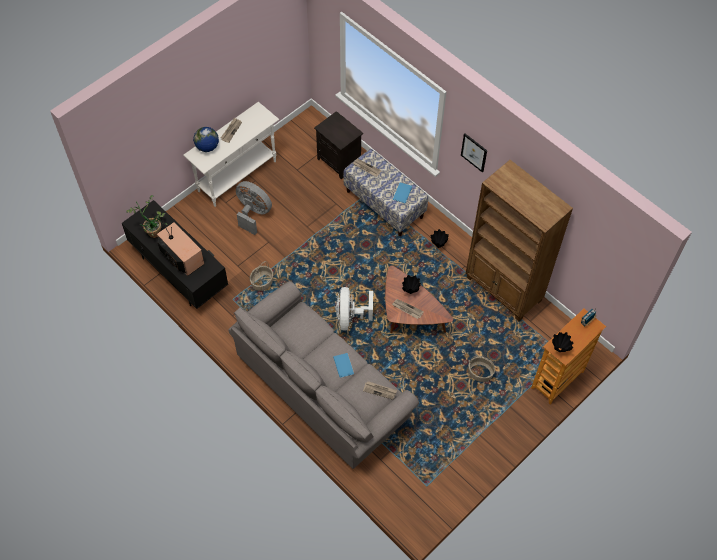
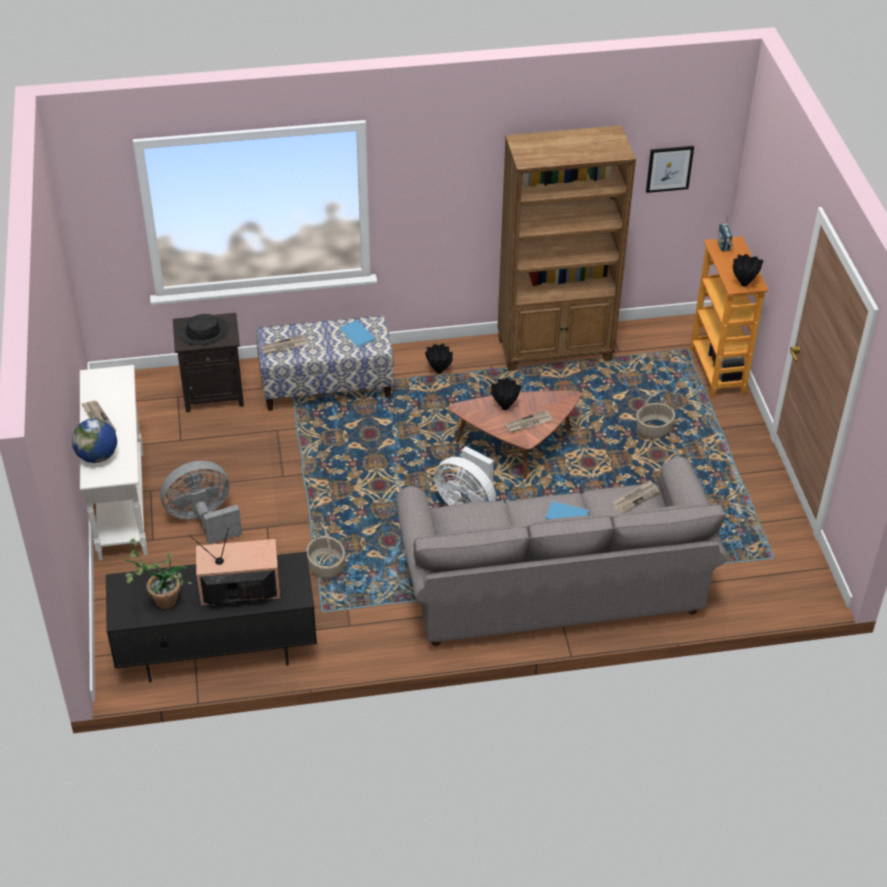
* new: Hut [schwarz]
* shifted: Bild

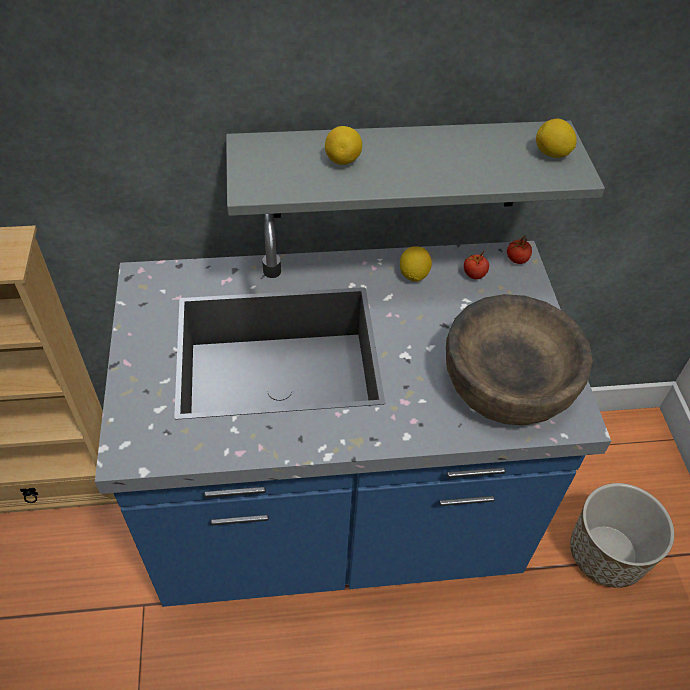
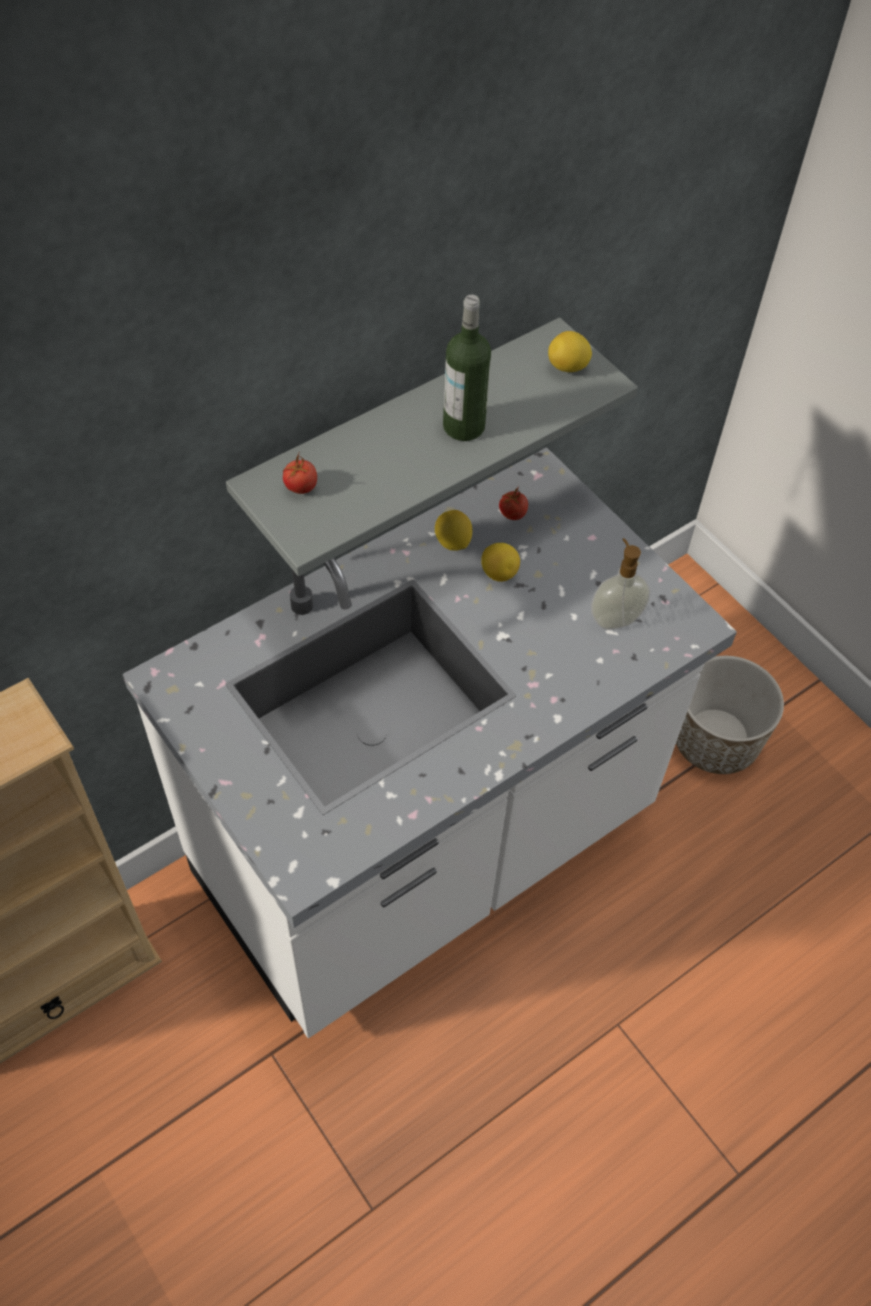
* repainted: Küchenzeile [blau] to Küchenzeile [weiß]
* shifted: Tomate (no. 2 from left in the first image) to Tomate (no. 1 from left)
* new: Flasche
* shifted: Zitrone (no. 1 from left in the first image) to Zitrone (no. 2 from left)
* swapped: Schüssel [braun] to Seifenspender

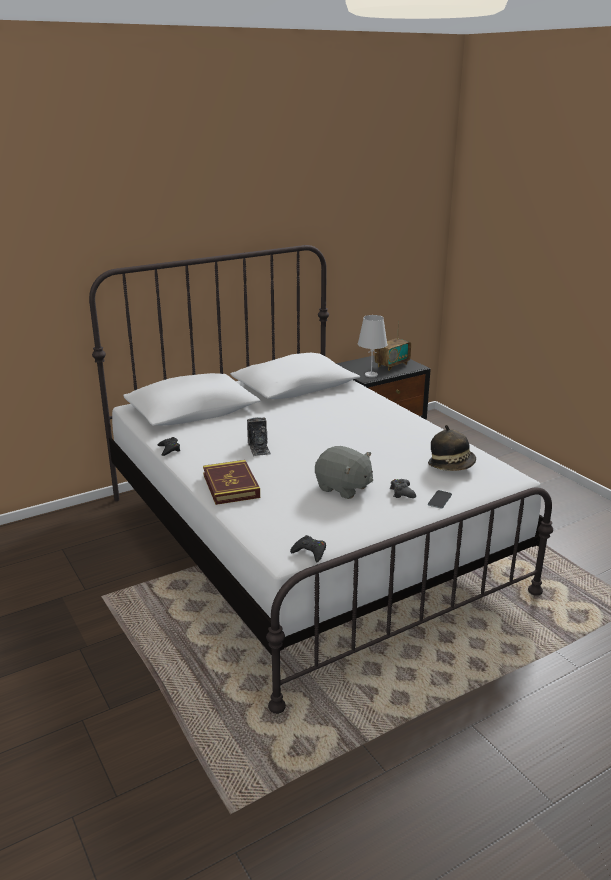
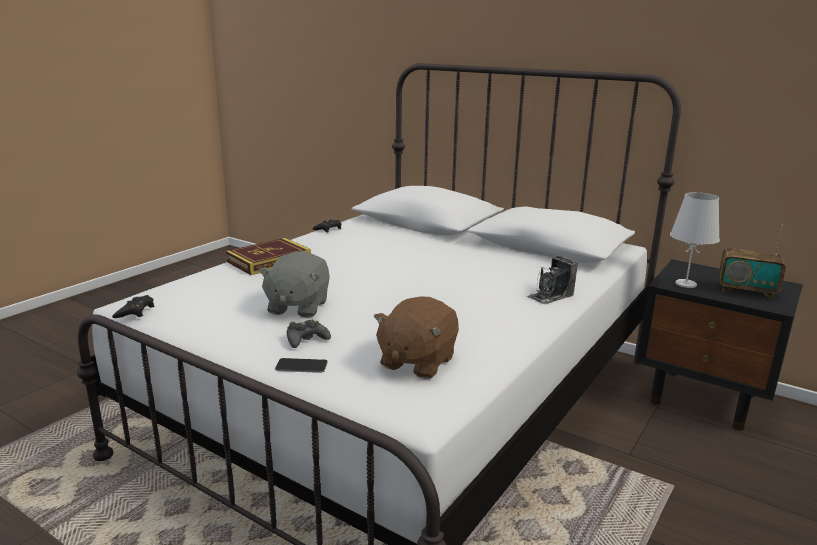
* swapped: Hut to Plüschtier [braun]
* shifted: Kamera

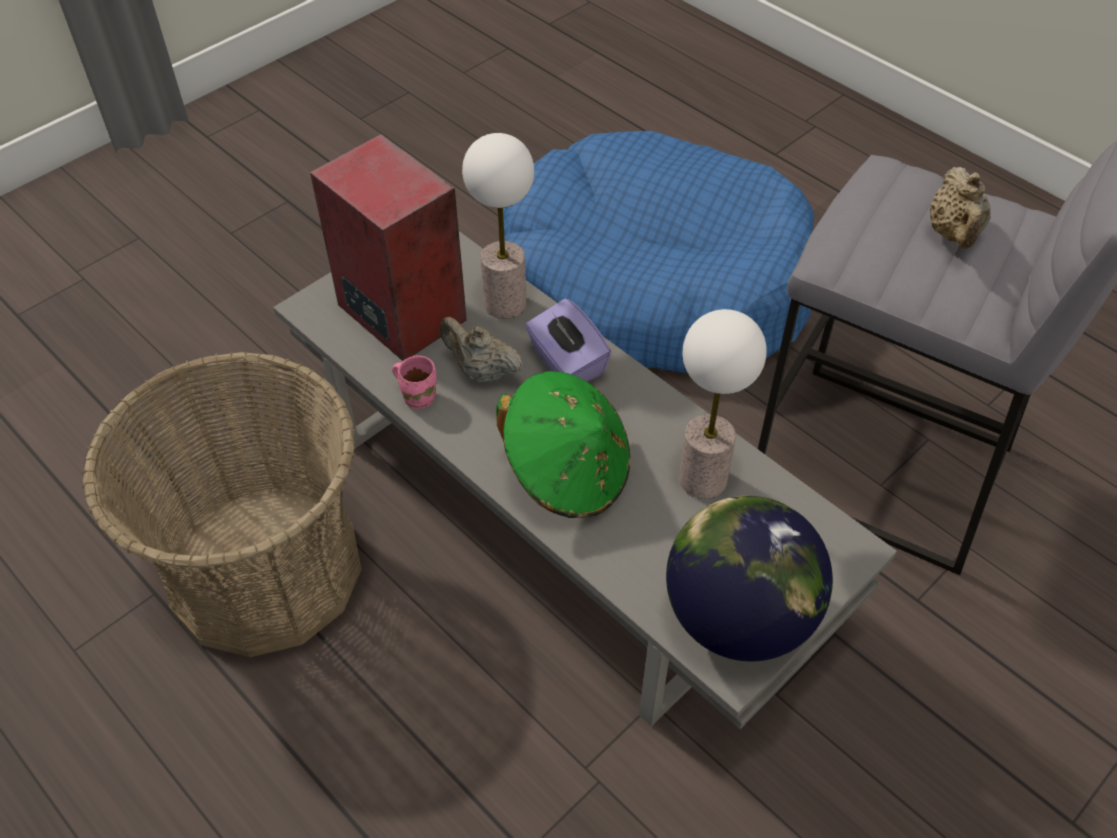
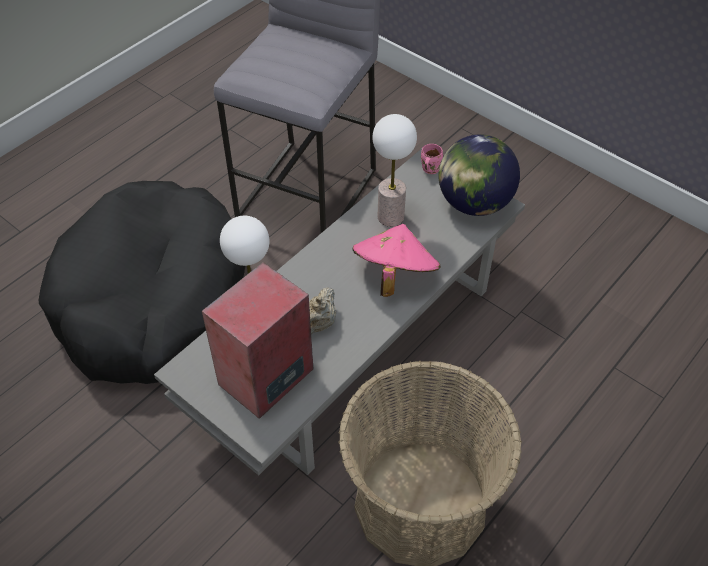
* repainted: Hundebett [blau] to Hundebett [schwarz]
* repainted: Hut [grün] to Hut [rosa]
* shifted: Henkelbecher [rosa]
* gone: Taschentuchbox [lila]
* gone: Teekanne [beige] (no. 2 from left)

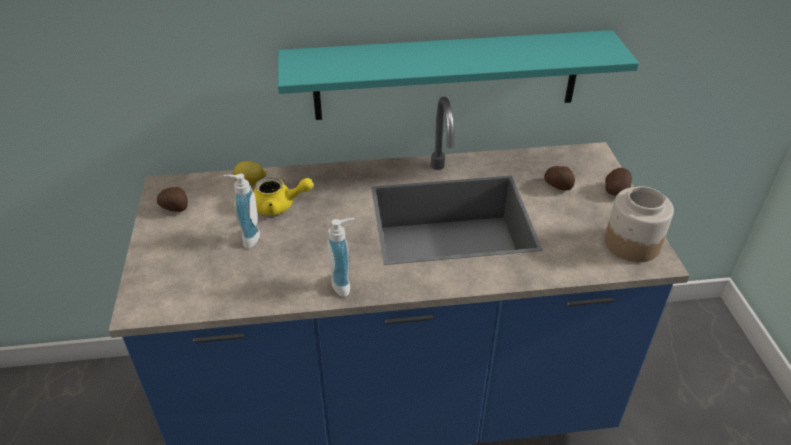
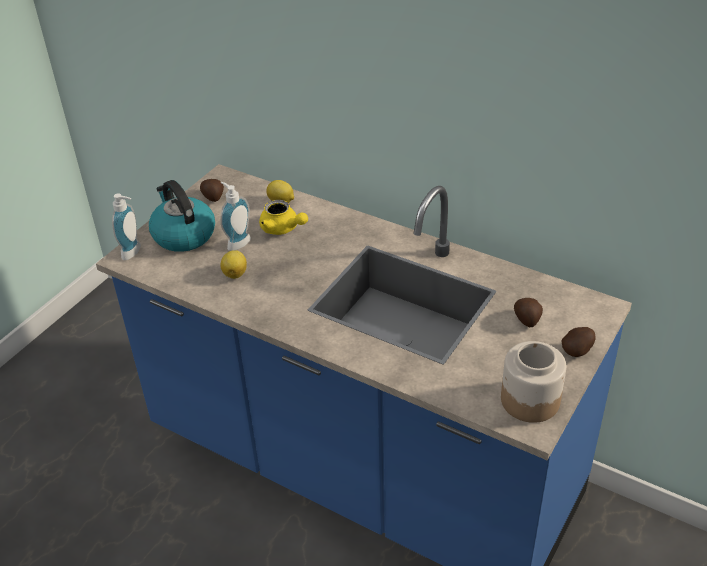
* shifted: Seifenspender (no. 2 from left in the first image) to Seifenspender (no. 1 from left)
* new: Wasserkessel
* new: Zitrone (no. 1 from left)
* gone: Wandregal [türkis]

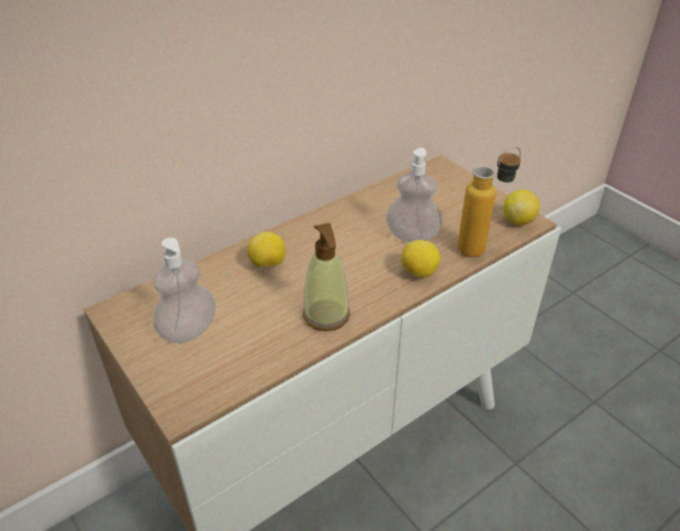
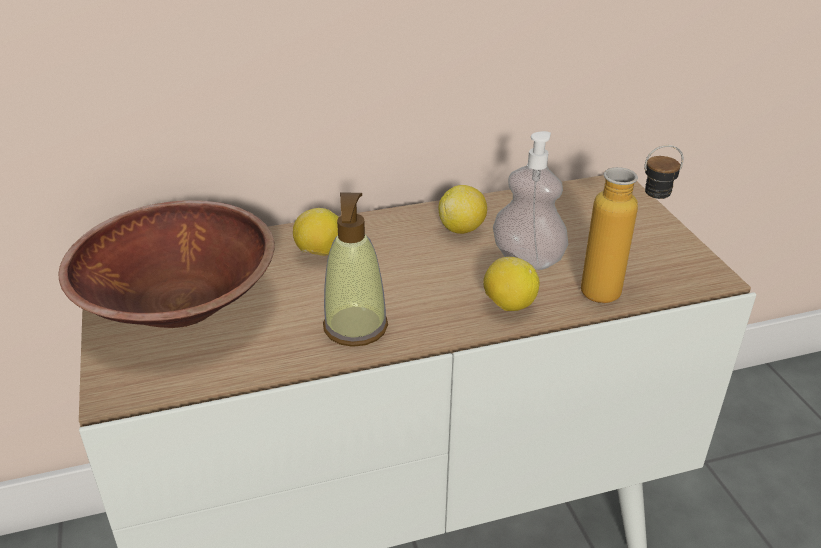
* swapped: Seifenspender (no. 1 from left) to Schüssel [braun]
* shifted: Zitrone (no. 3 from left in the first image) to Zitrone (no. 2 from left)

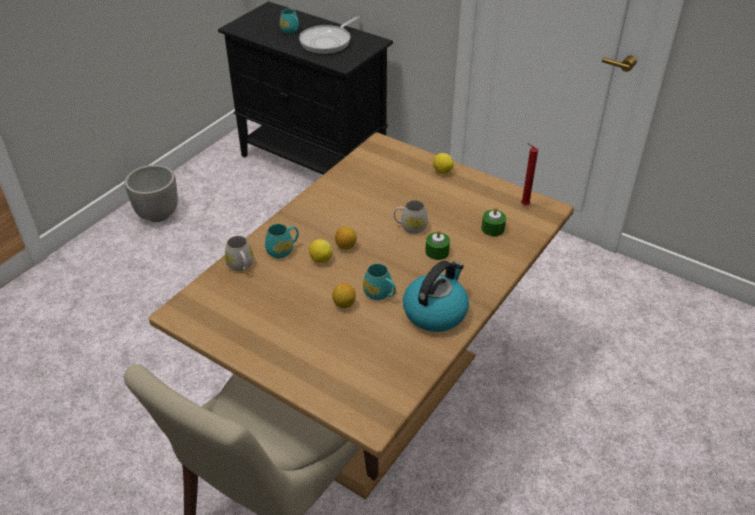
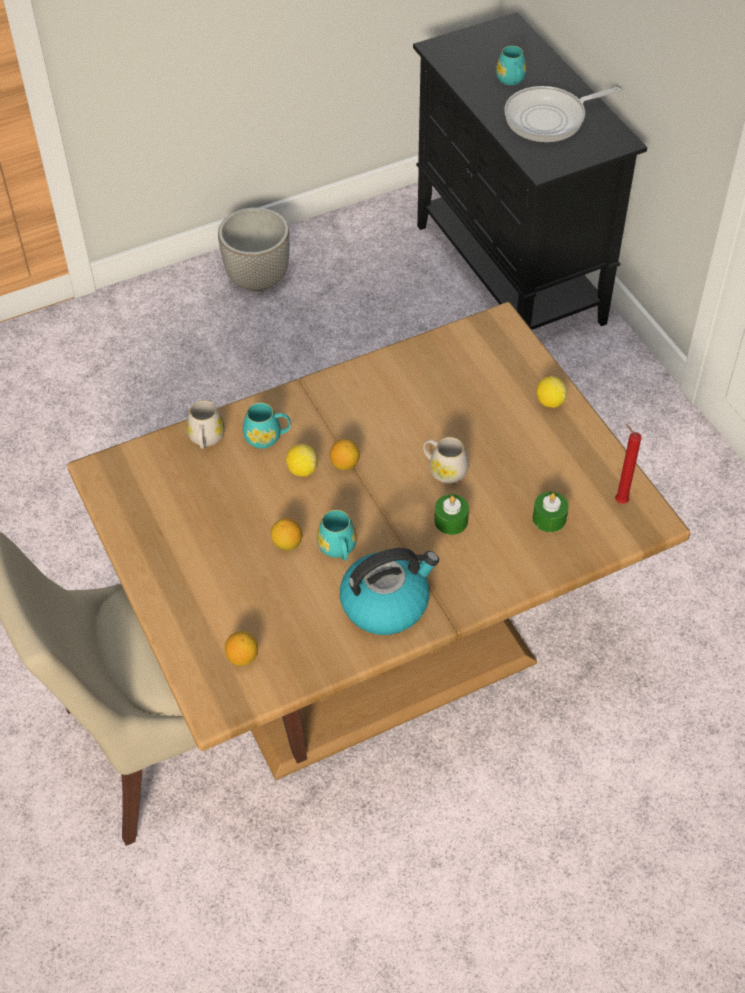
* new: Zitrone (no. 1 from left)

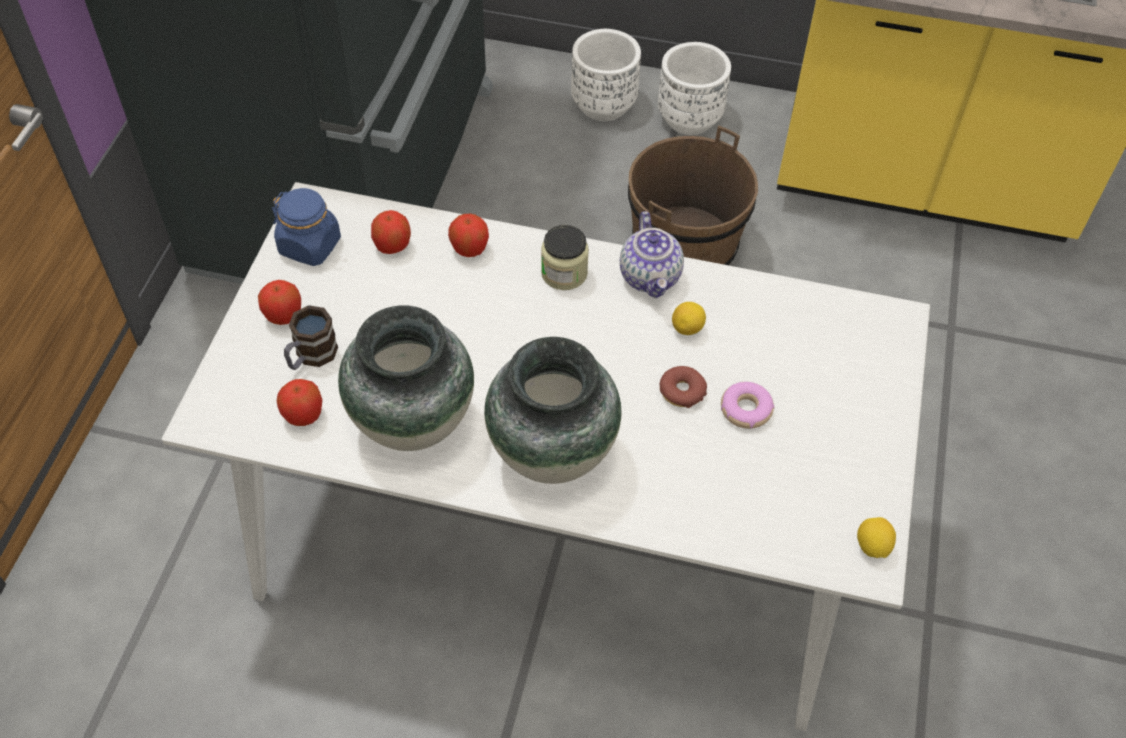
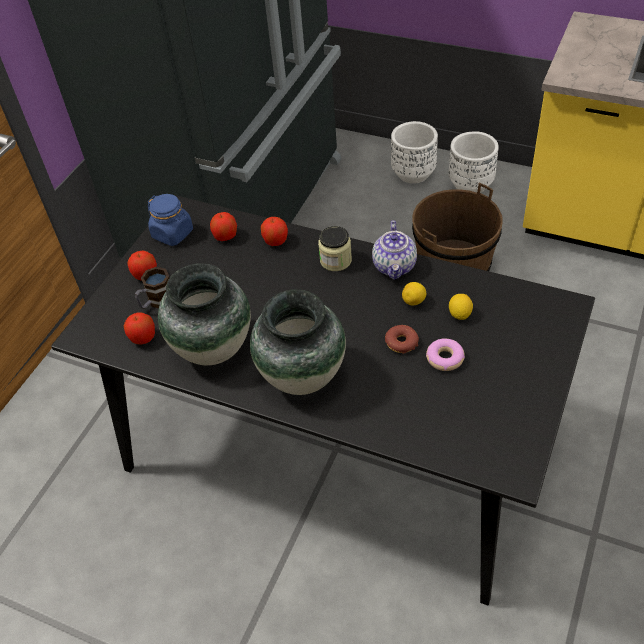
* repainted: Esstisch [weiß] to Esstisch [schwarz]
* shifted: Zitrone (no. 2 from left)

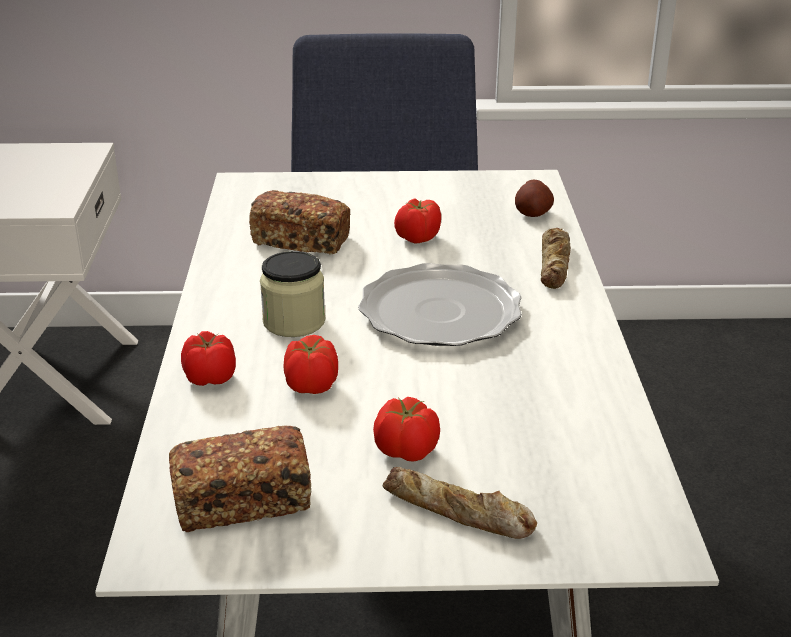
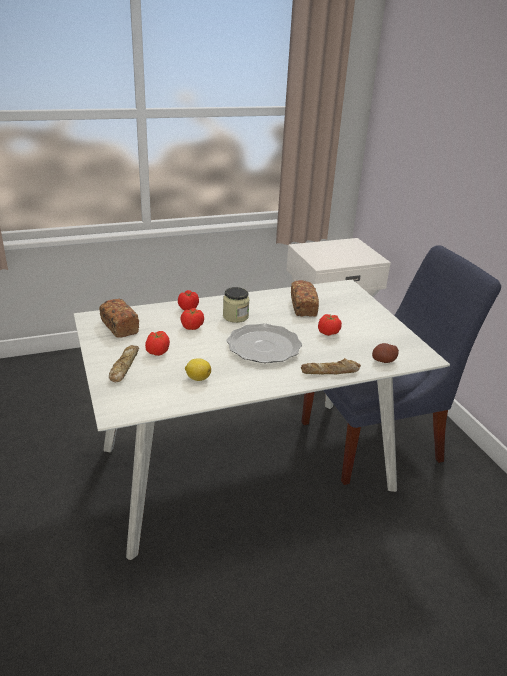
* new: Zitrone

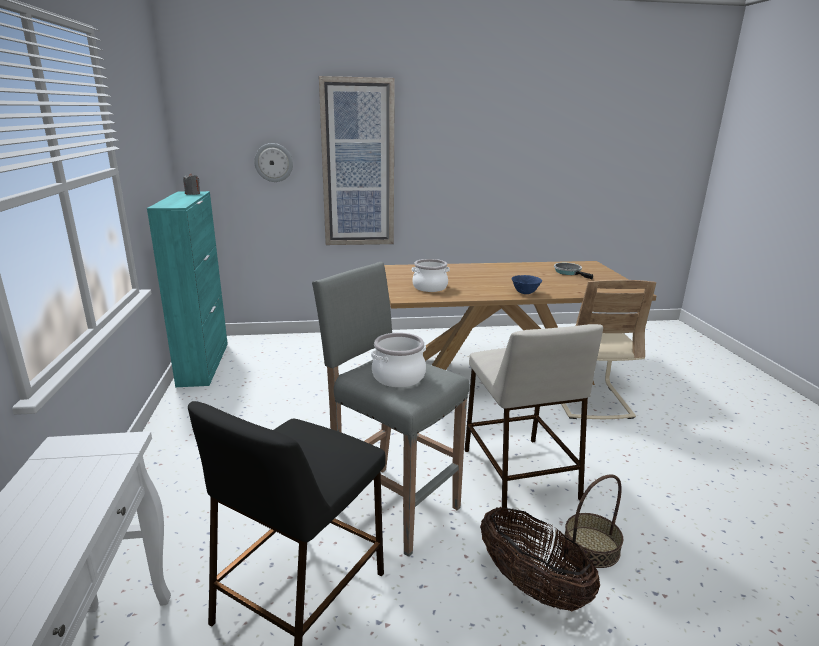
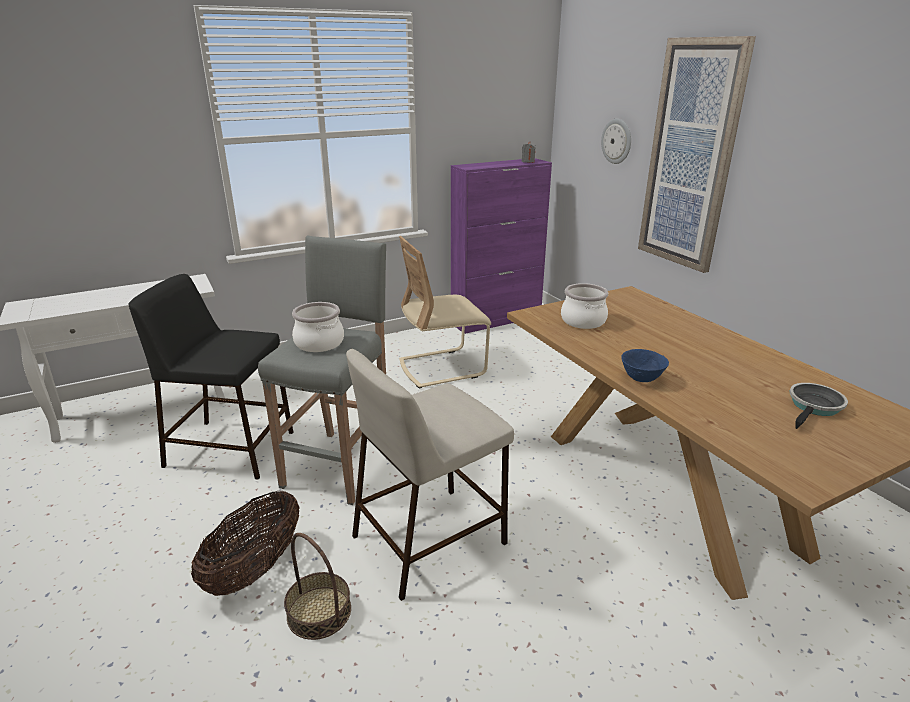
* shifted: Stuhl [beige]
* repainted: Schrank [türkis] to Schrank [lila]

